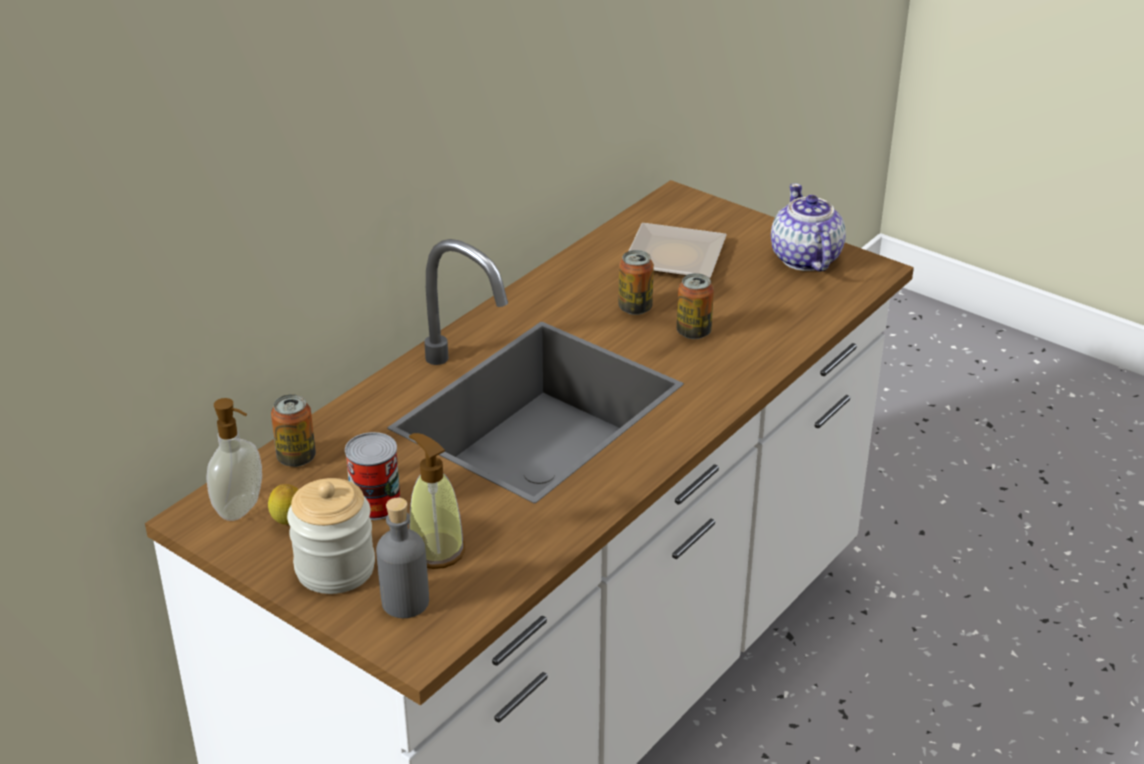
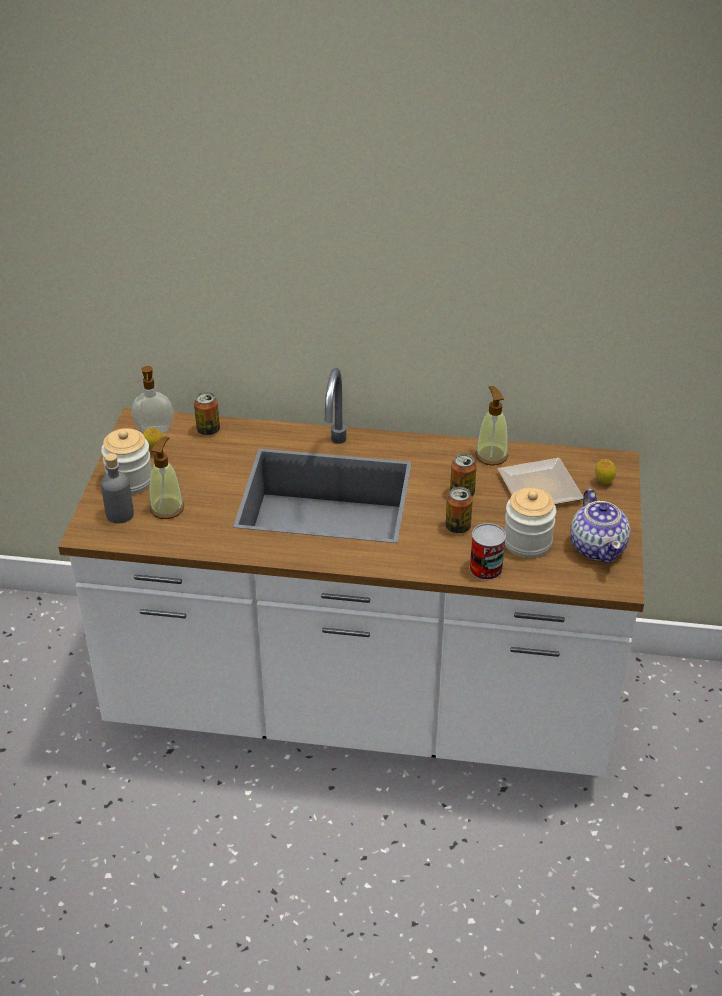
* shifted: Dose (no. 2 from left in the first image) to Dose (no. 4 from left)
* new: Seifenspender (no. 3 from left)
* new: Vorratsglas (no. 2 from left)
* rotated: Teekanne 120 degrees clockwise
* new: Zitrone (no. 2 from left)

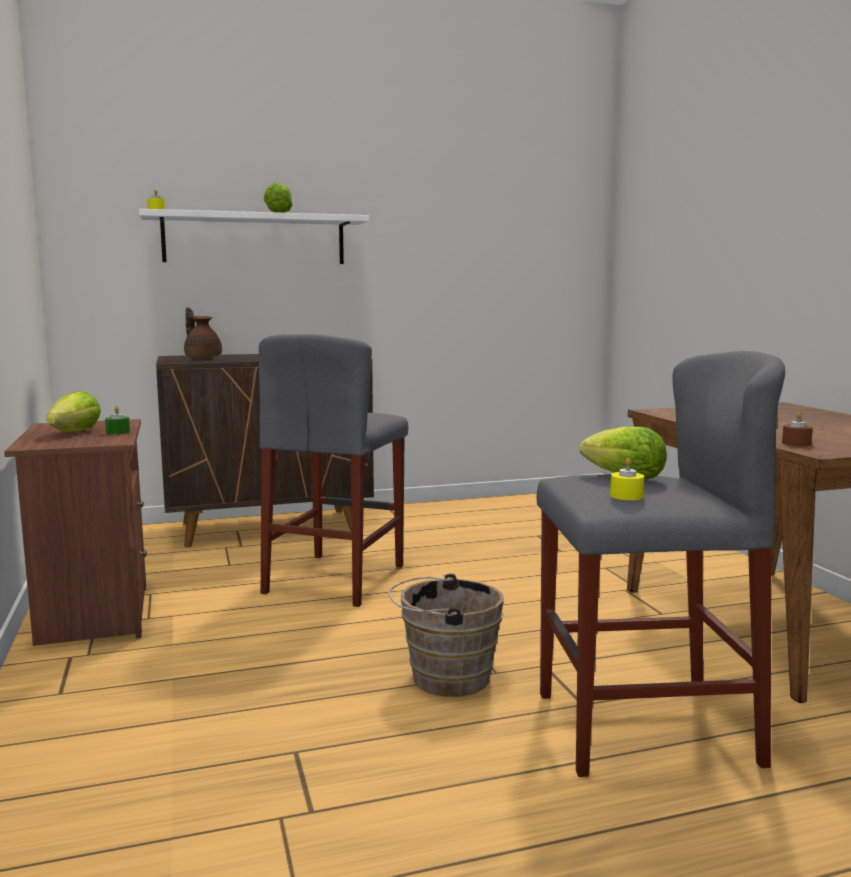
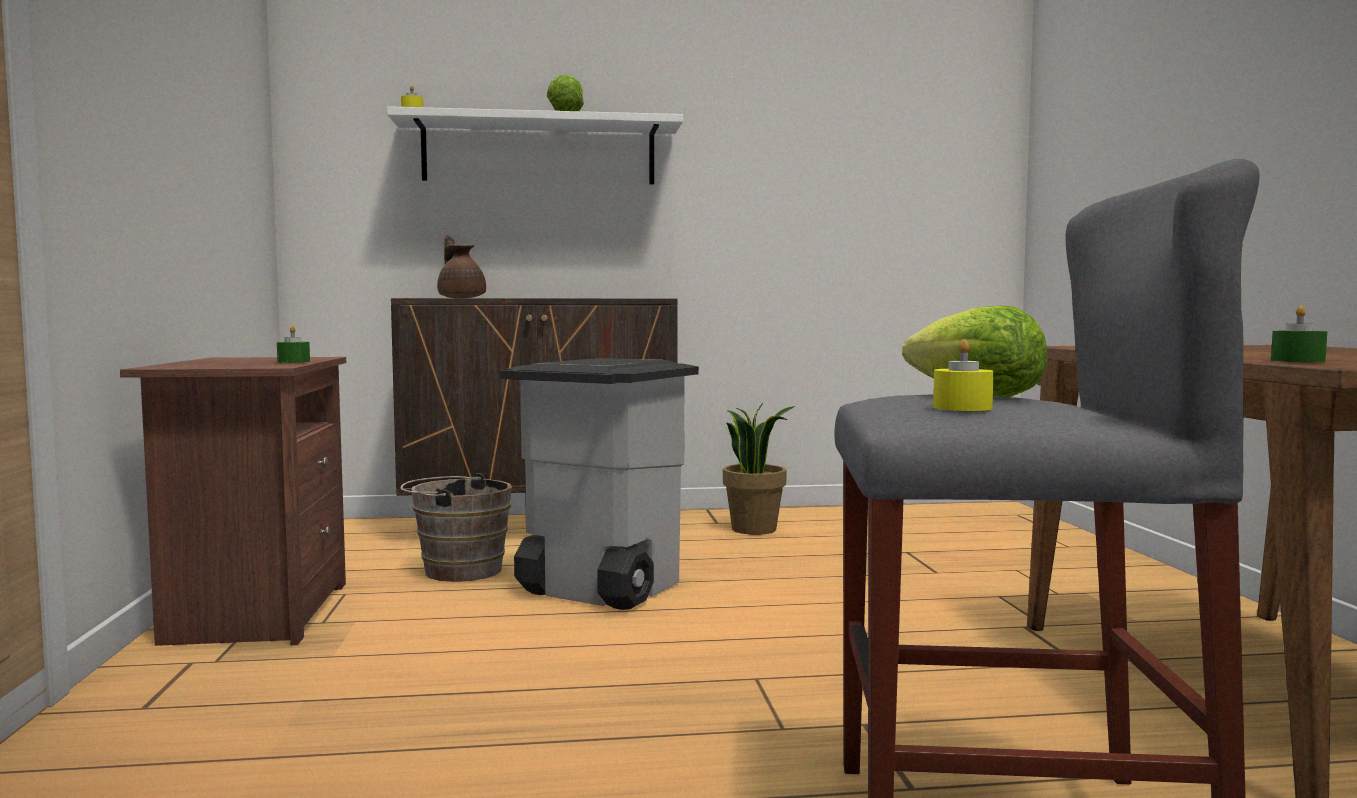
* shifted: Eimer [braun]
* swapped: Hocker [grau] (no. 1 from left) to Mülleimer [grau]
* new: Topfpflanze
* repainted: Kerze [braun] to Kerze [grün] (no. 2 from left)
* gone: Salatkopf (no. 1 from left)

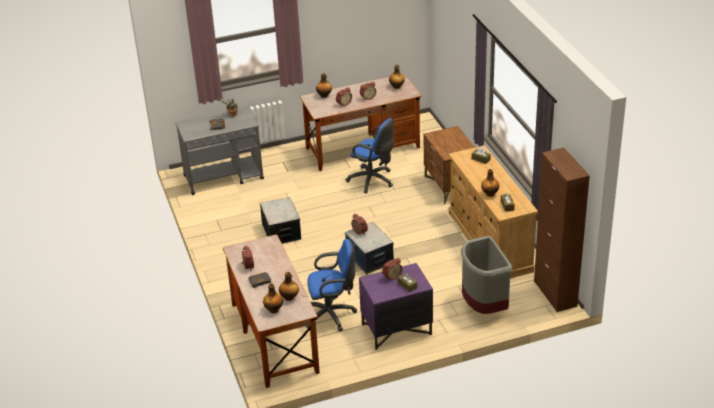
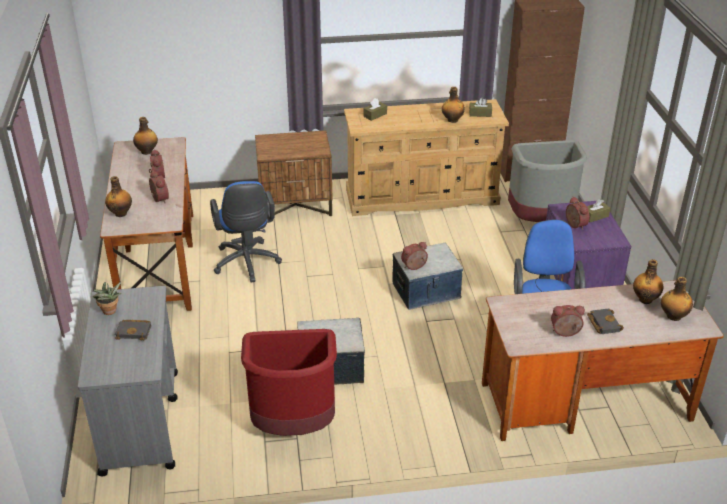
* rotated: Bürostuhl [blau] (no. 2 from left in the first image) 120 degrees clockwise
* new: Mülleimer [rot]

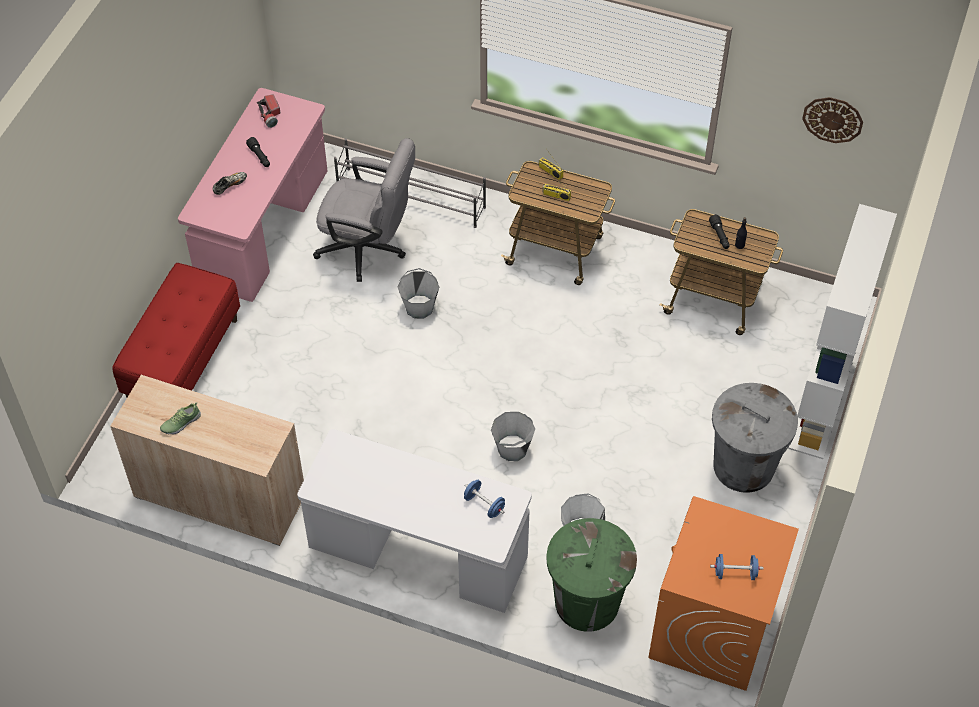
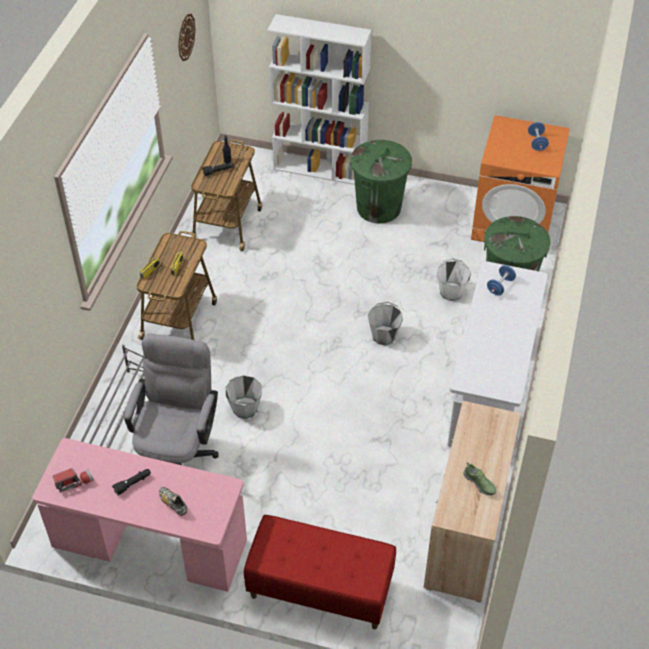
* repainted: Mülleimer [grau] to Mülleimer [grün] (no. 1 from left)

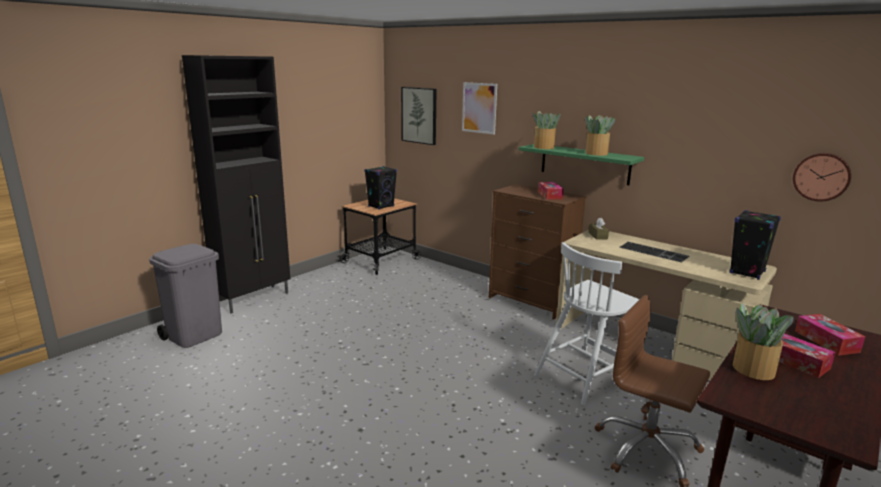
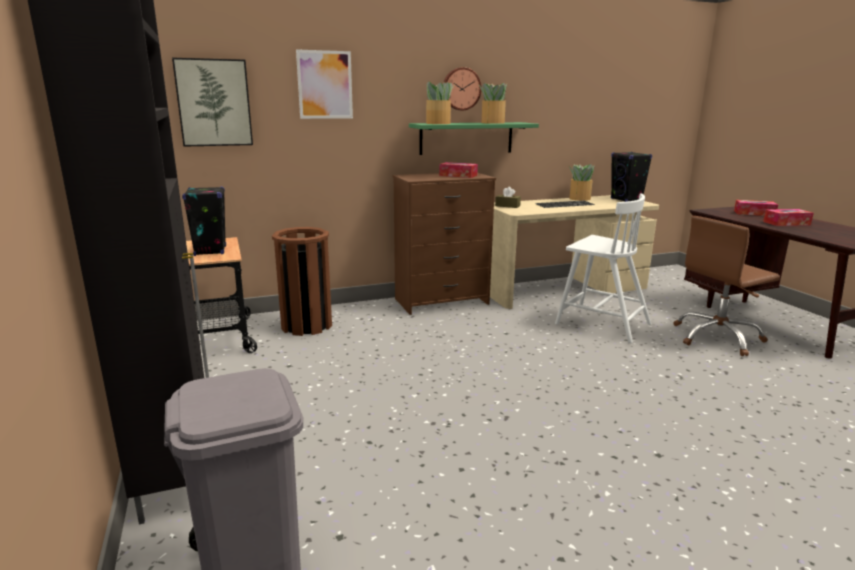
* new: Mülleimer [braun]
* shifted: Wanduhr
* rotated: Stuhl [weiß] 45 degrees counterclockwise
* shifted: Topfpflanze (no. 3 from left)

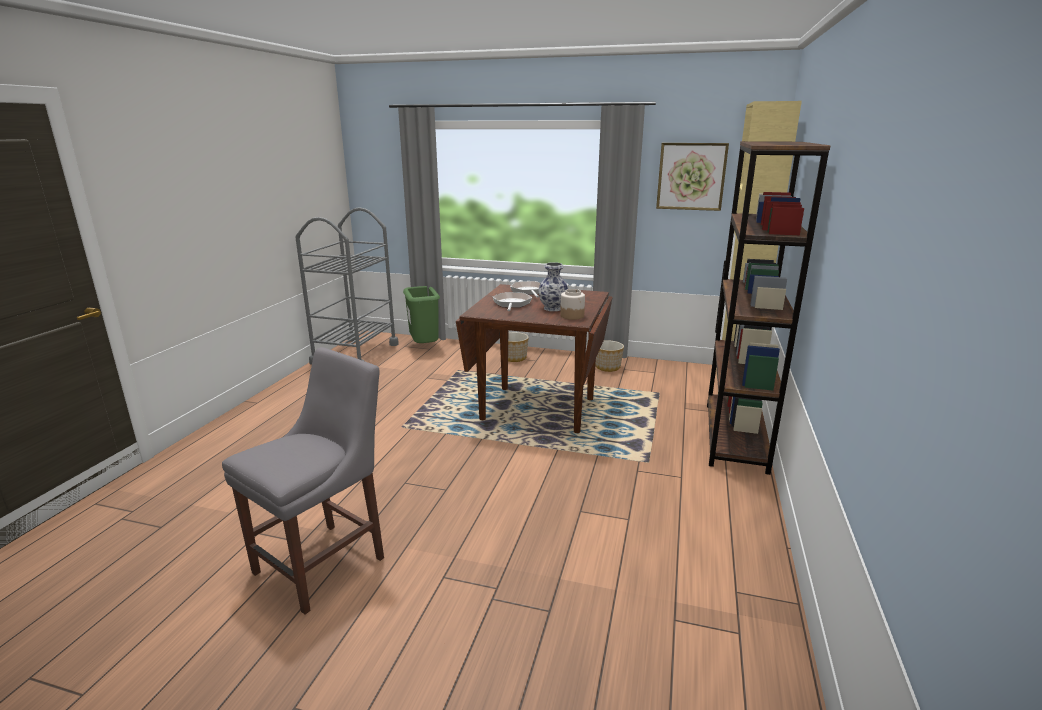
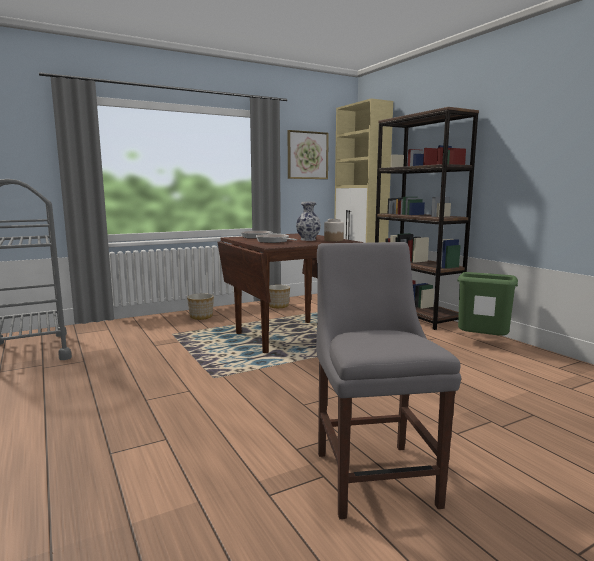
* shifted: Mülleimer [grün]

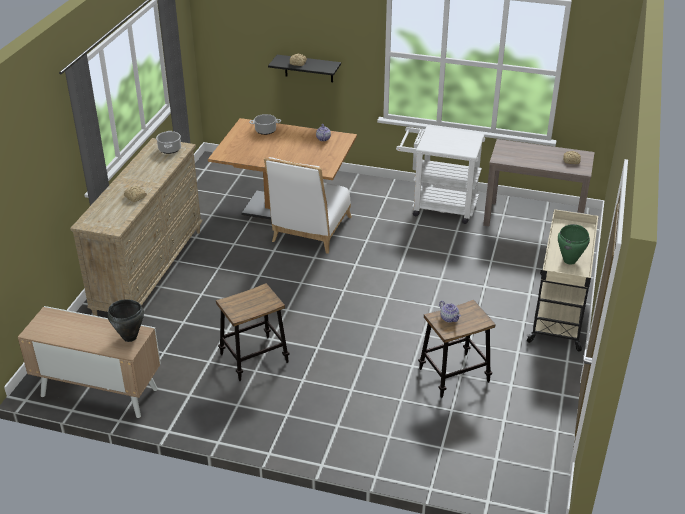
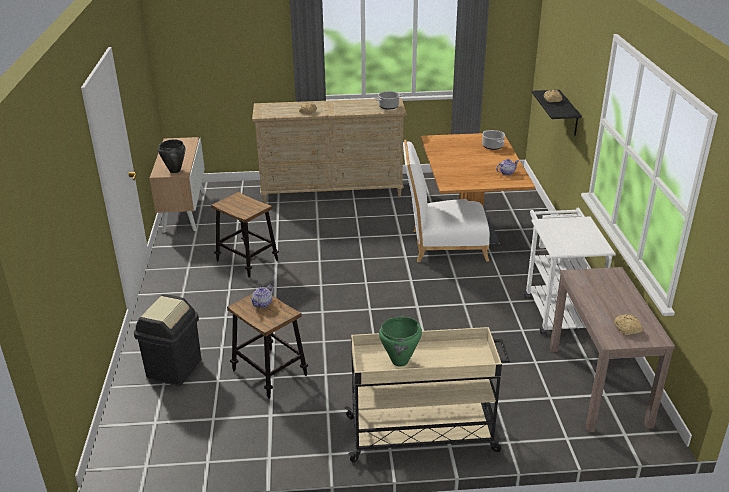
* new: Mülleimer [schwarz]

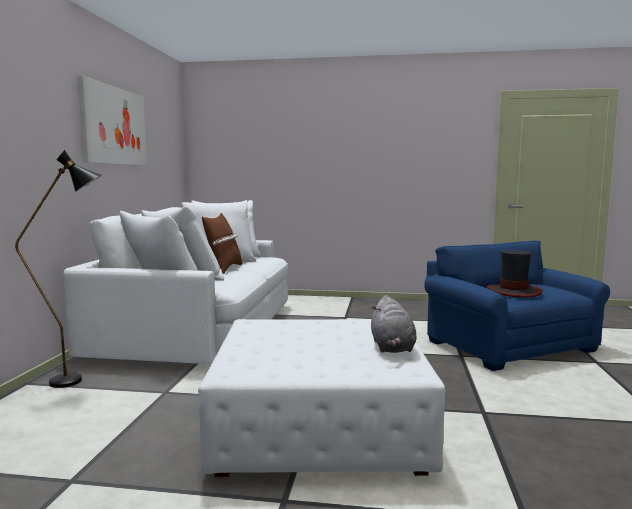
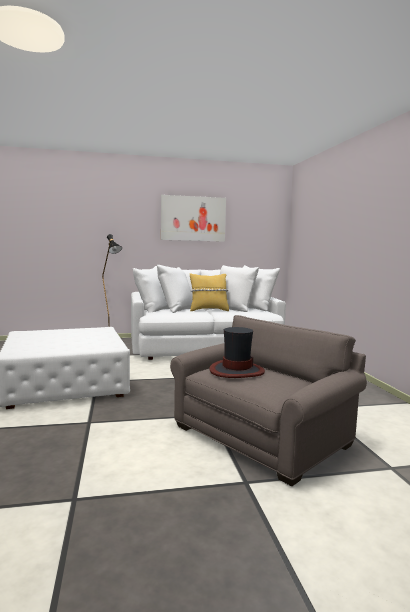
* repainted: Sessel [blau] to Sessel [grau]
* repainted: Kissen [braun] to Kissen [gelb]
* gone: Plüschtier [grau]

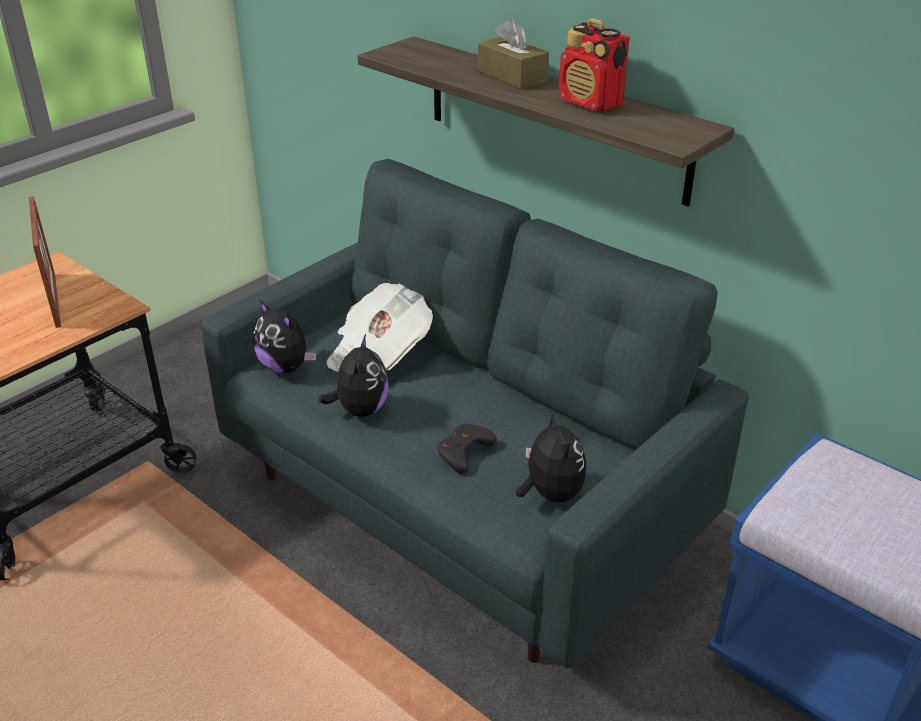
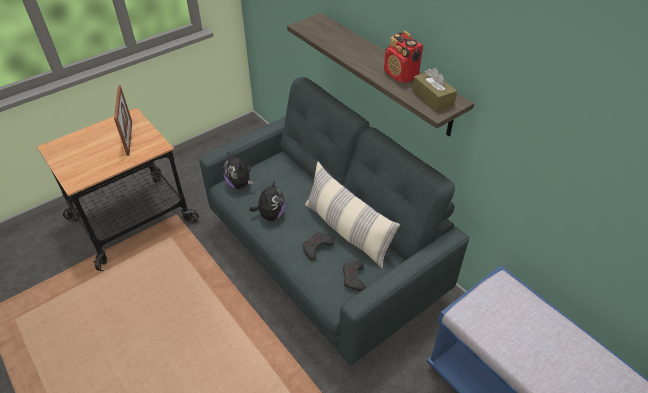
* new: Kissen
* swapped: Plüschtier (no. 3 from left) to Gamepad [schwarz] (no. 2 from left)
* shifted: Taschentuchbox [braun]
* gone: Zeitung

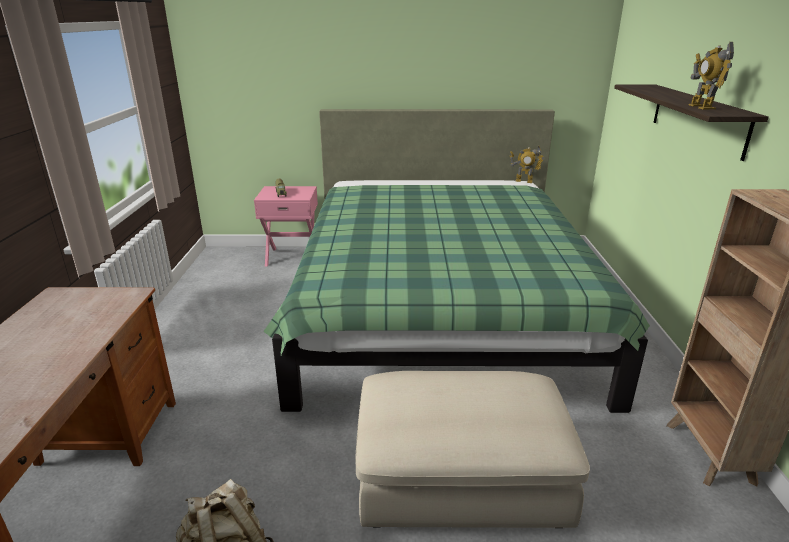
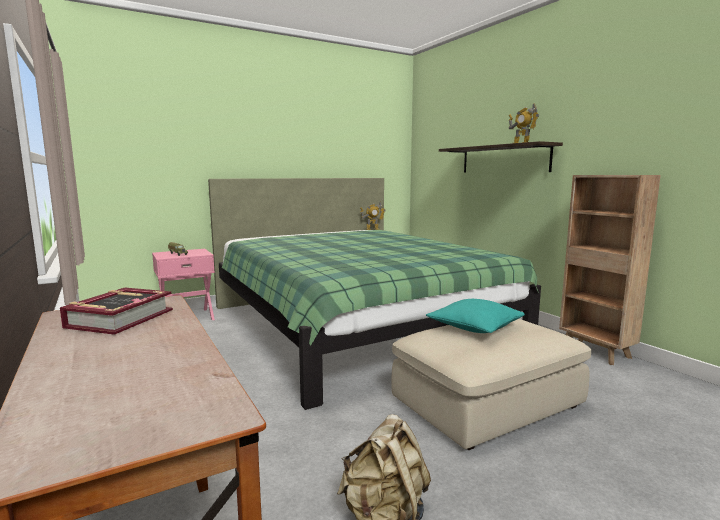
* new: Buch
* new: Kissen [türkis]

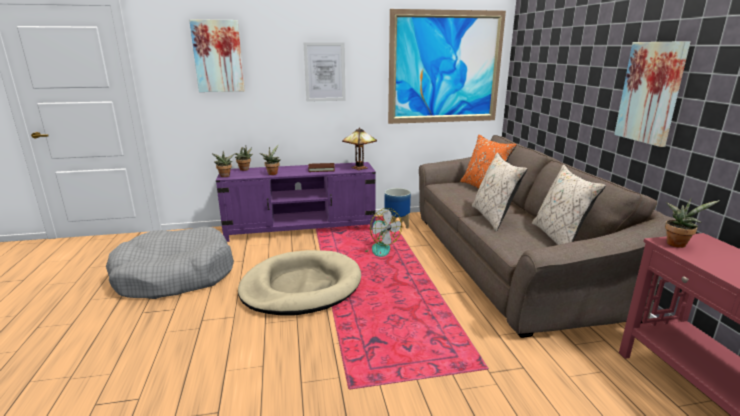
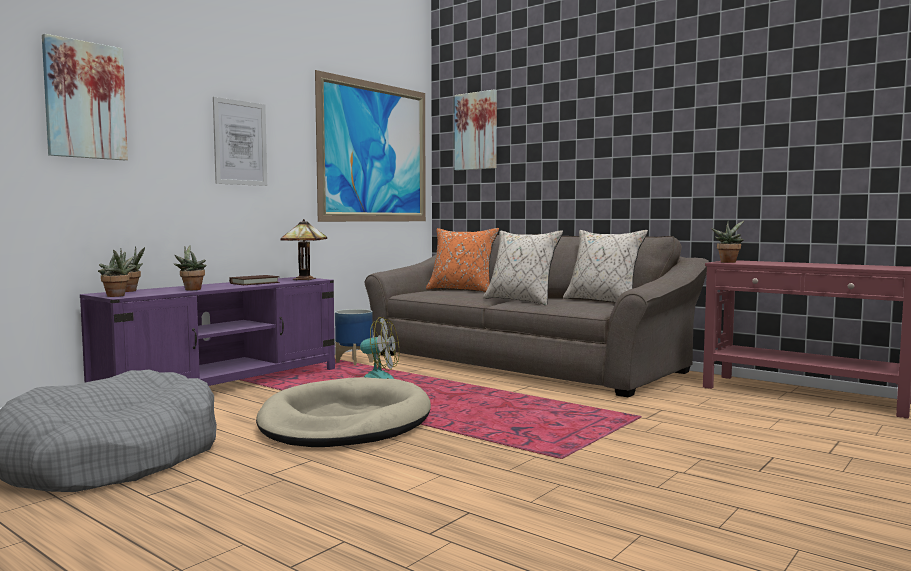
* shifted: Bild (no. 4 from left)

